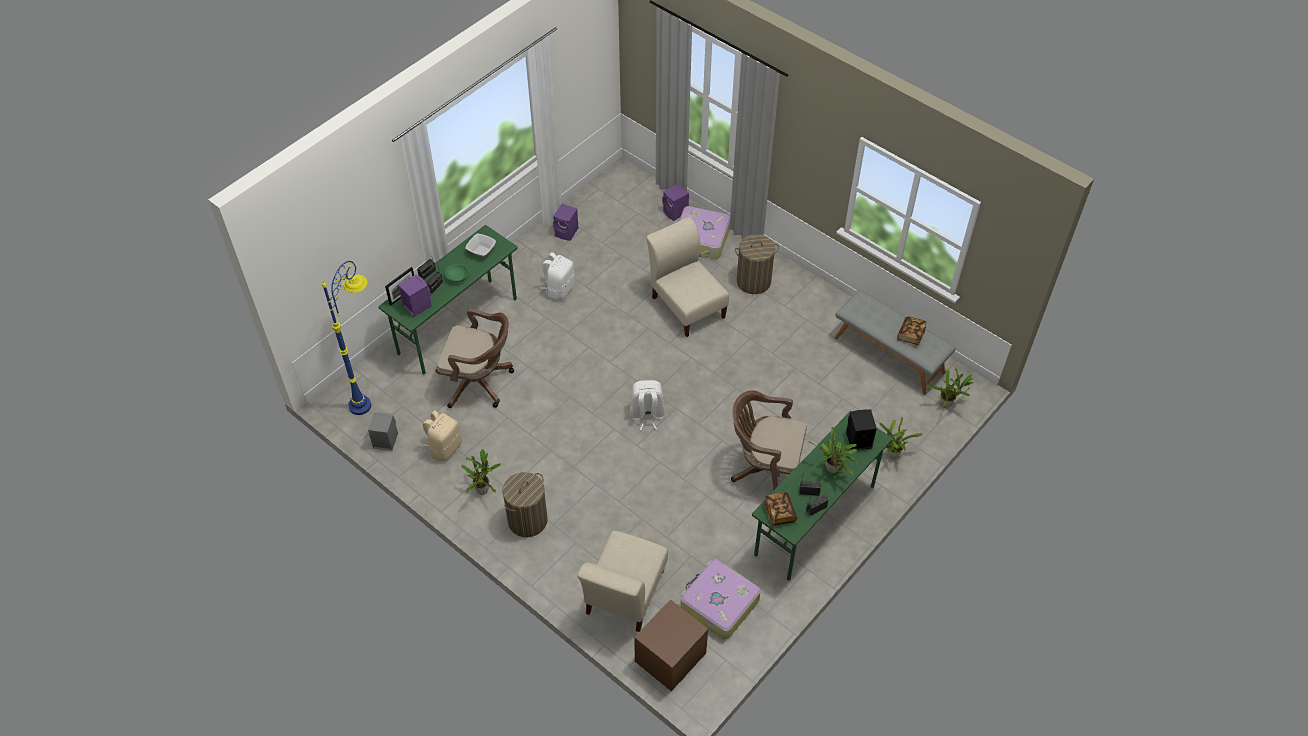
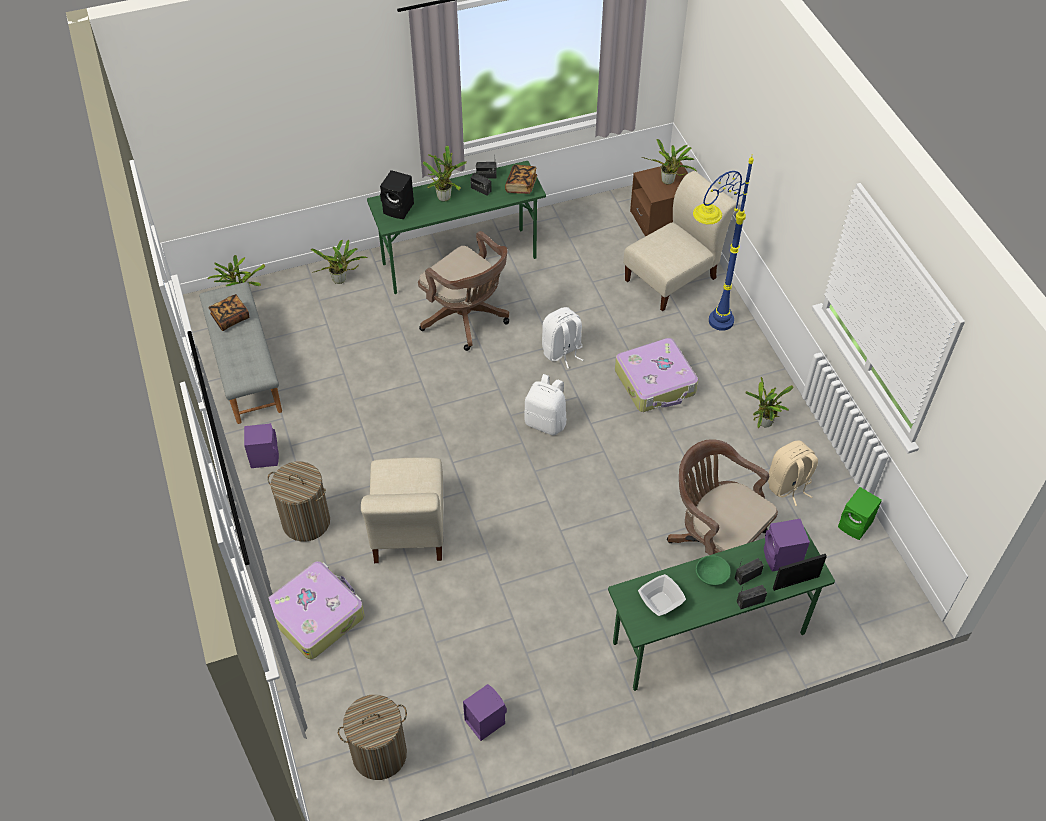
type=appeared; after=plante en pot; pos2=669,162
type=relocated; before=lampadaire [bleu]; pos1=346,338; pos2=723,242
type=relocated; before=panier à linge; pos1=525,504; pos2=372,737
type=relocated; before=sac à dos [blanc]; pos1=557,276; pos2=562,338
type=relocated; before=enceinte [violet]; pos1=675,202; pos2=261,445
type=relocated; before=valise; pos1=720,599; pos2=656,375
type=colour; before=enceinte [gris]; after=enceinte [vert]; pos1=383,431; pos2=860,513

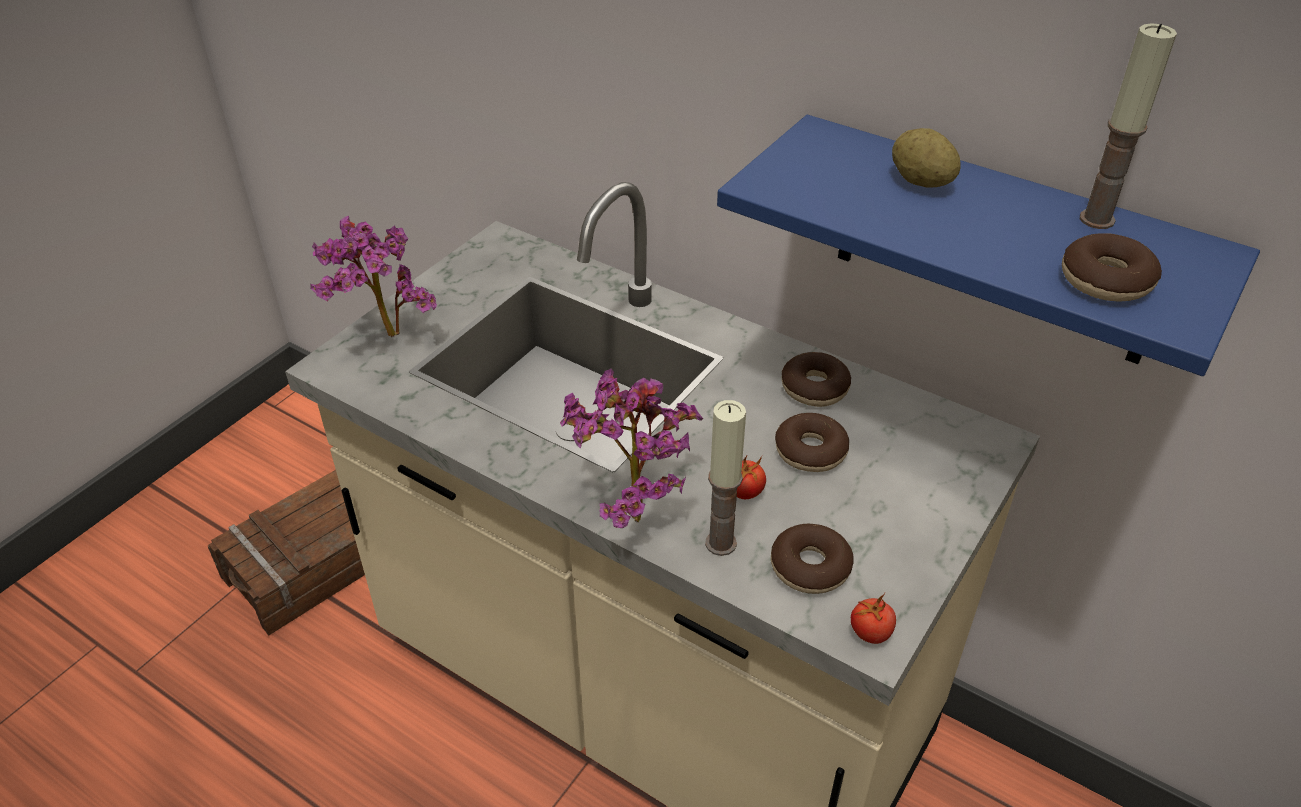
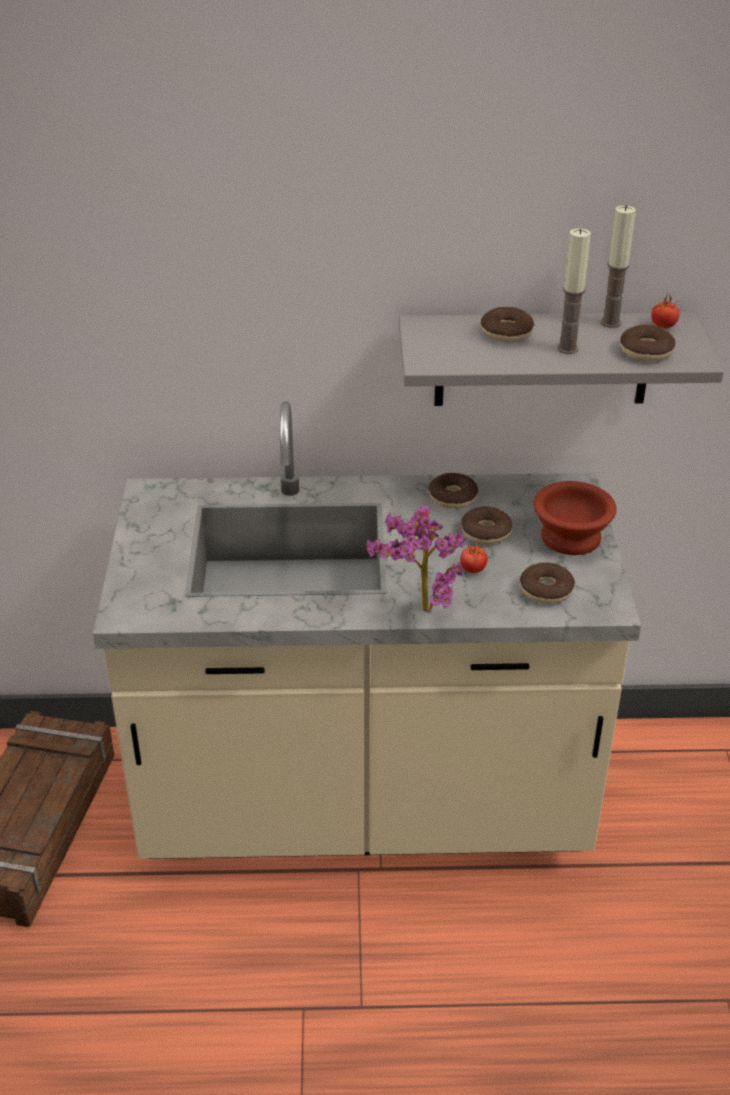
type=missing; before=plante en pot; pos1=373,276
type=appeared; after=bol [marron]; pos2=575,518
type=relocated; before=bougie; pos1=725,478; pos2=574,291
type=relocated; before=tomate; pos1=873,618; pos2=665,311
type=exchanged; before=pomme de terre; after=beignet; pos1=926,158; pos2=507,324
type=colour; before=étagère [bleu]; after=étagère [gris]; pos1=988,245; pos2=561,359

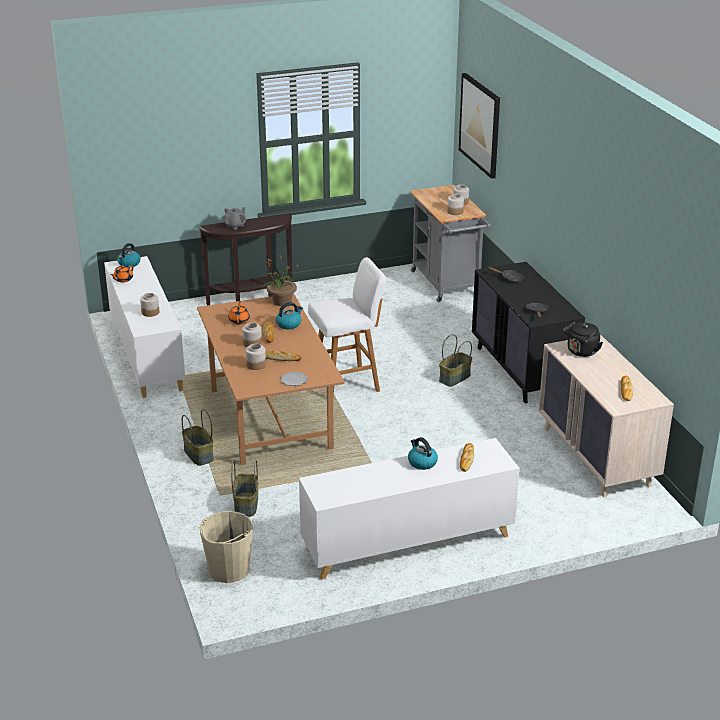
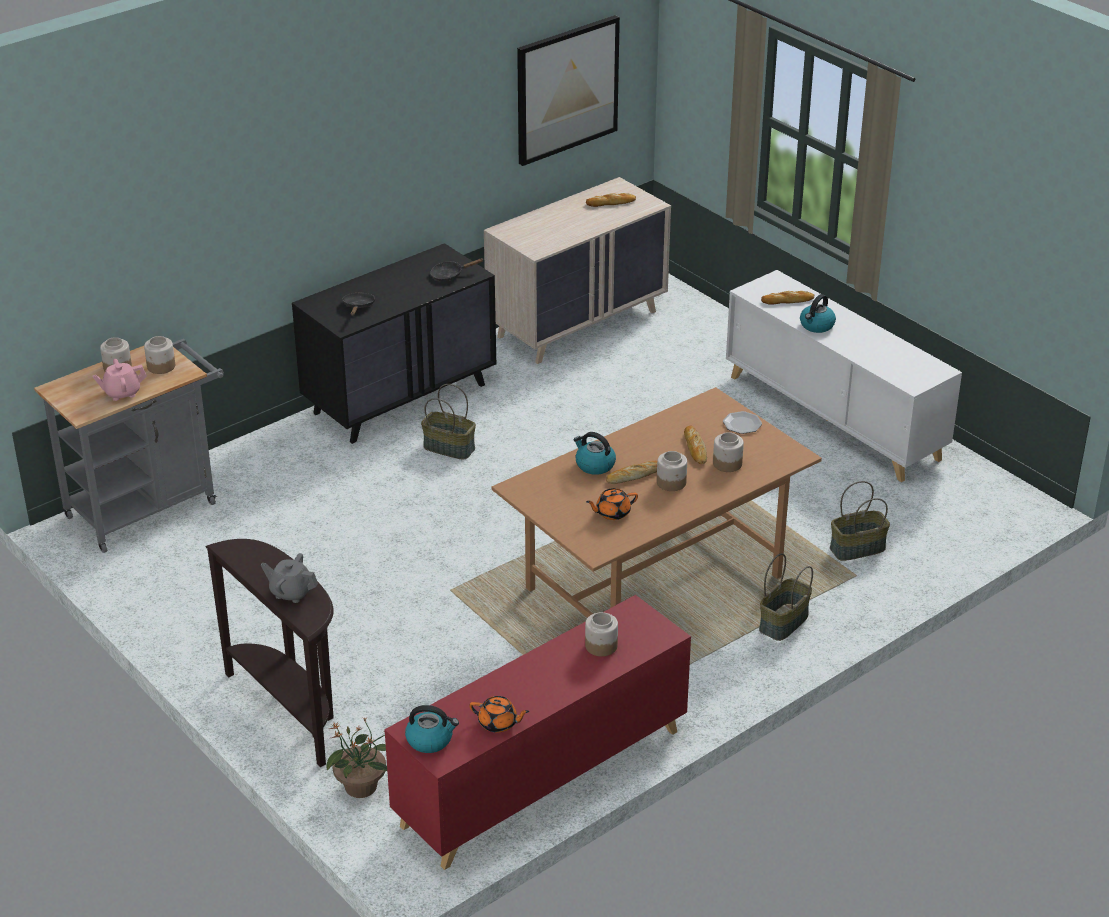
type=missing; before=seau [beige]; pos1=226,547
type=missing; before=tabouret [blanc]; pos1=347,326
type=missing; before=bouilloire [noir]; pos1=583,339
type=appeared; after=théière [rose]; pos2=120,380
type=relocated; before=plante en pot; pos1=280,281; pos2=356,758
type=relocated; before=tableau; pos1=479,126; pos2=568,90
type=colour; before=meuble de rangement [blanc]; after=meuble de rangement [rouge]; pos1=144,327; pos2=537,732

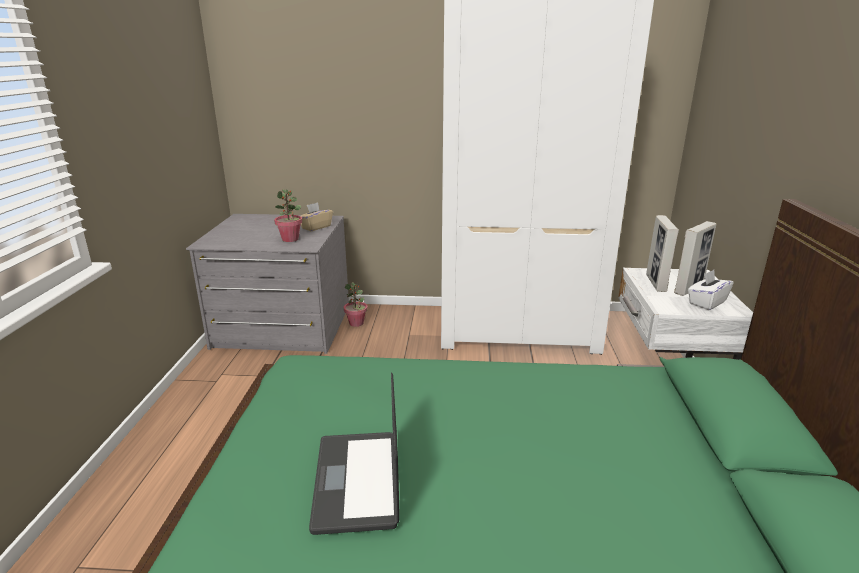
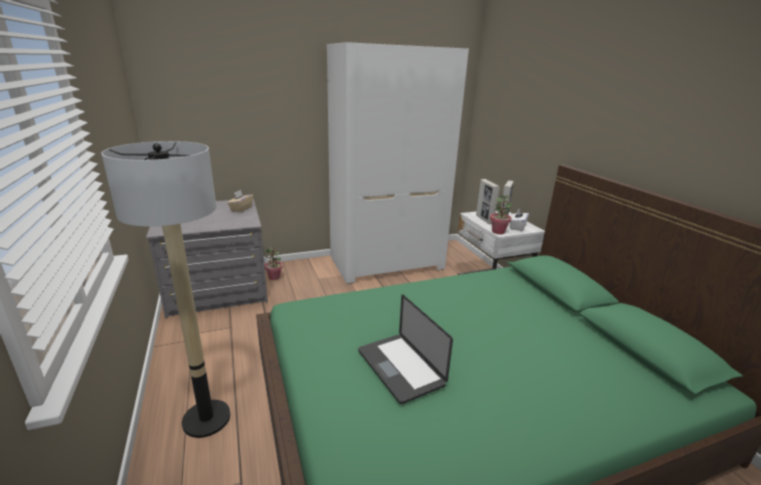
type=appeared; after=lampadaire; pos2=165,289
type=relocated; before=plante en pot; pos1=288,215; pos2=501,214

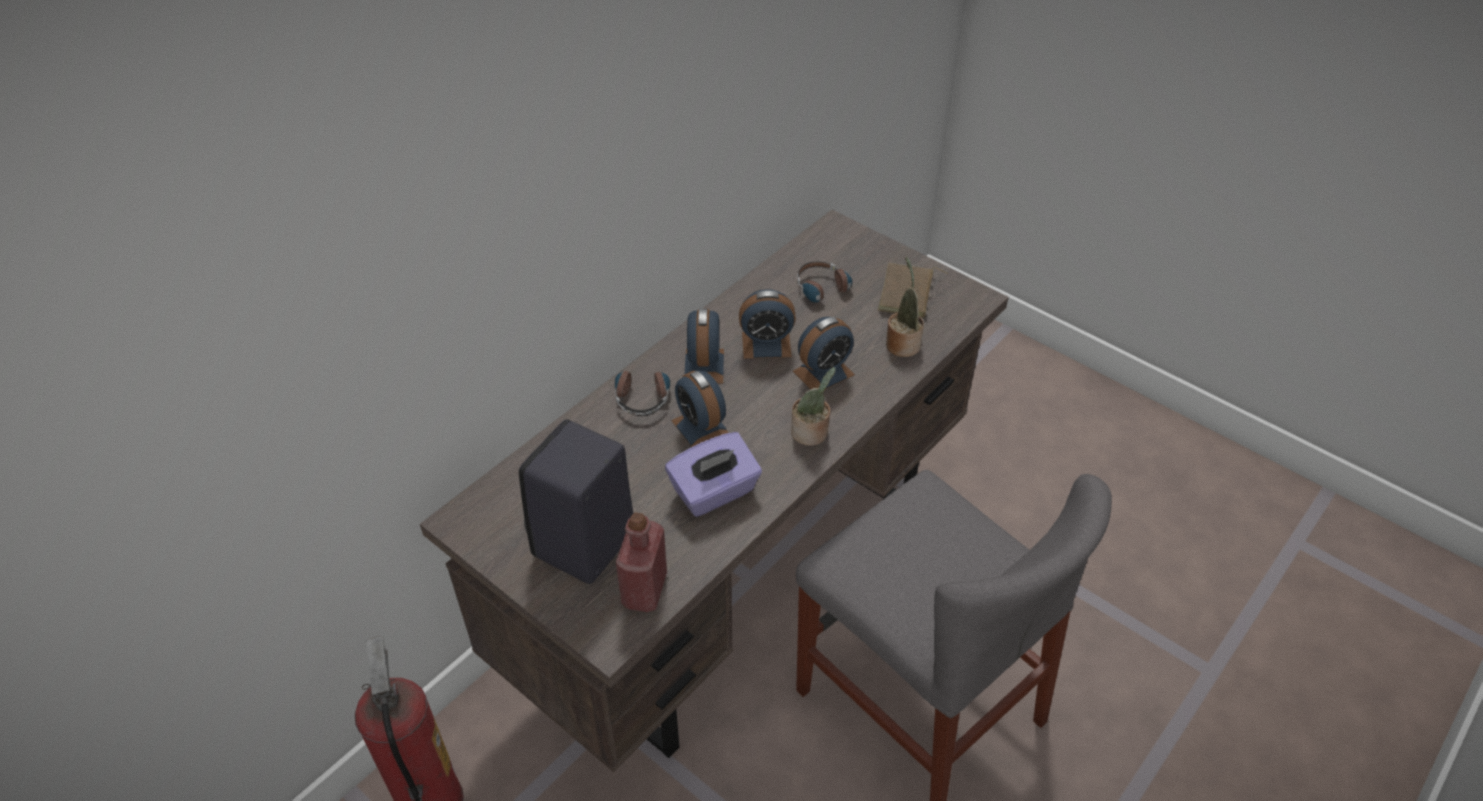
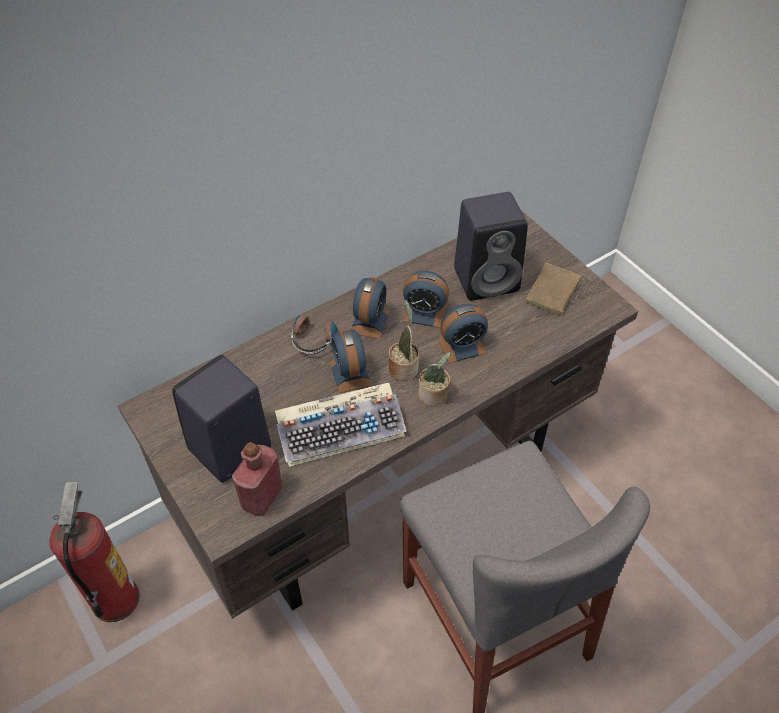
type=relocated; before=plante en pot; pos1=905,307; pos2=404,340
type=exchanged; before=boîte à mouchoirs [violet]; after=clavier; pos1=713,474; pos2=341,425
type=exchanged; before=casque audio; after=enceinte [noir]; pos1=824,287; pos2=491,246

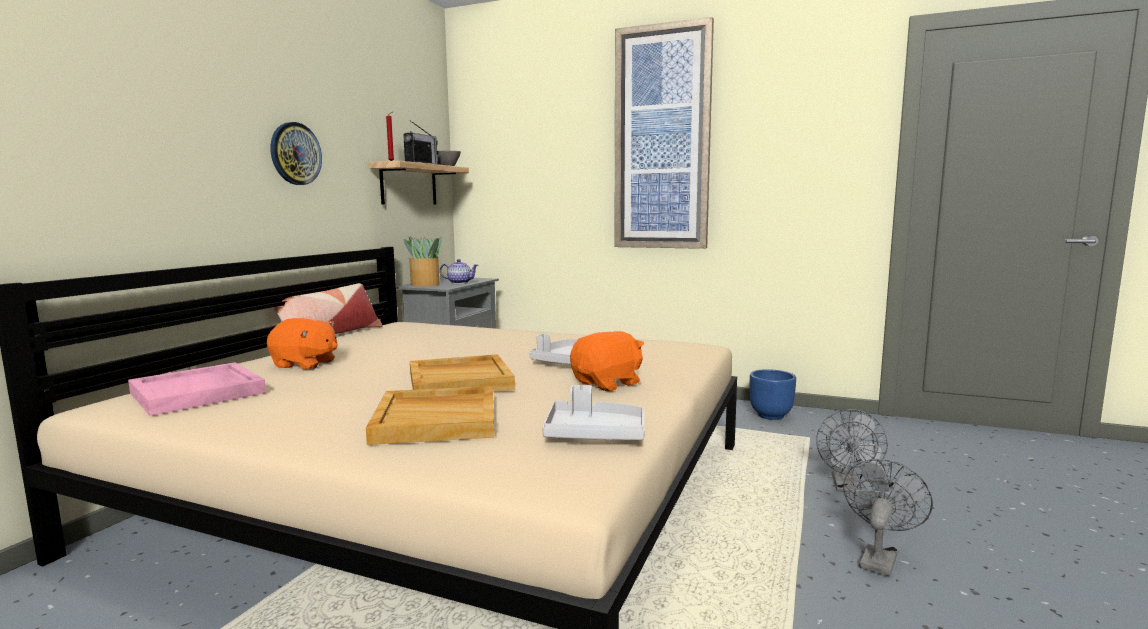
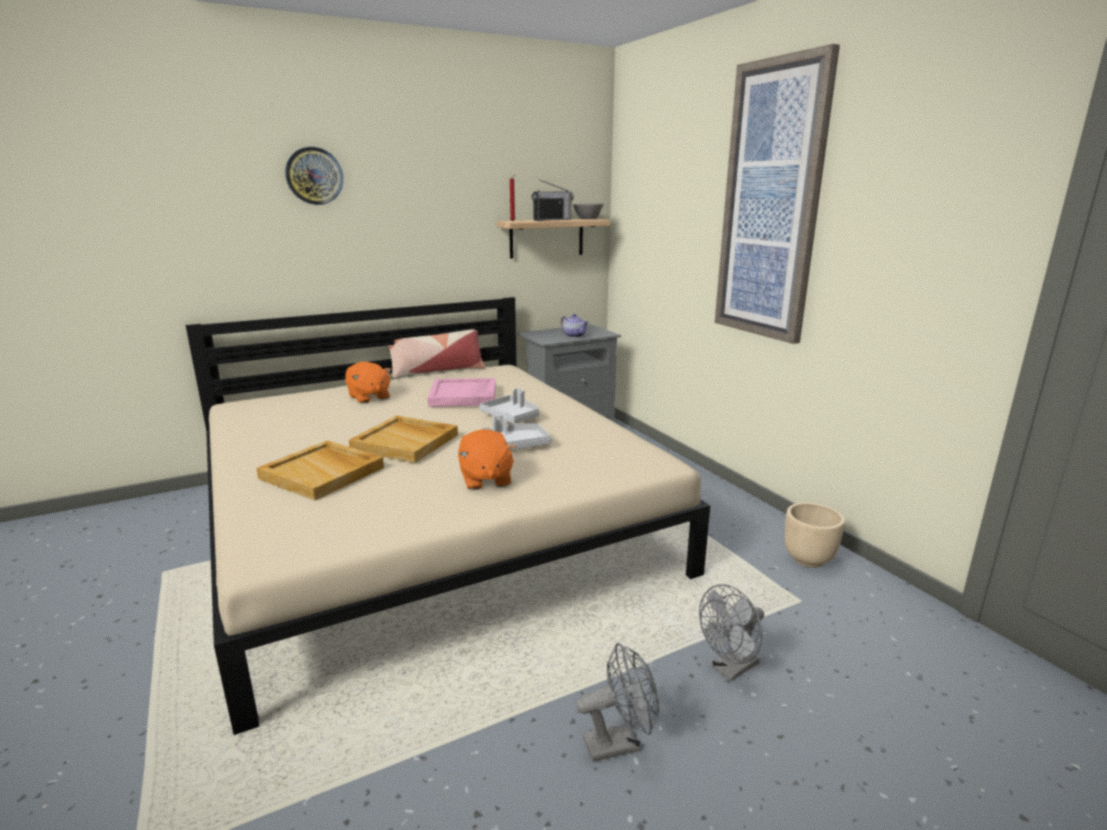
type=missing; before=plante en pot; pos1=423,261
type=relocated; before=plateau [rose]; pos1=197,389; pos2=462,392
type=relocated; before=horloge murale; pos1=296,153; pos2=314,176
type=relocated; before=plateau [gris]; pos1=593,412; pos2=509,406
type=colour; before=cache-pot [bleu]; after=cache-pot [beige]; pos1=773,394; pos2=814,535
type=spun; before=peluche [orange]; pos1=607,361; pos2=487,459; turn=75

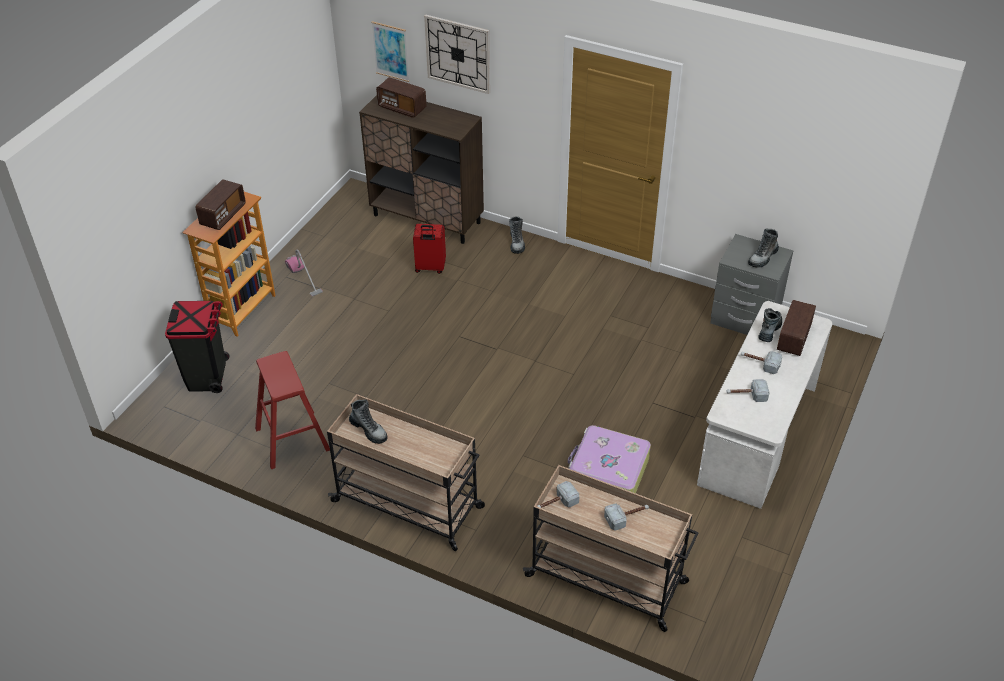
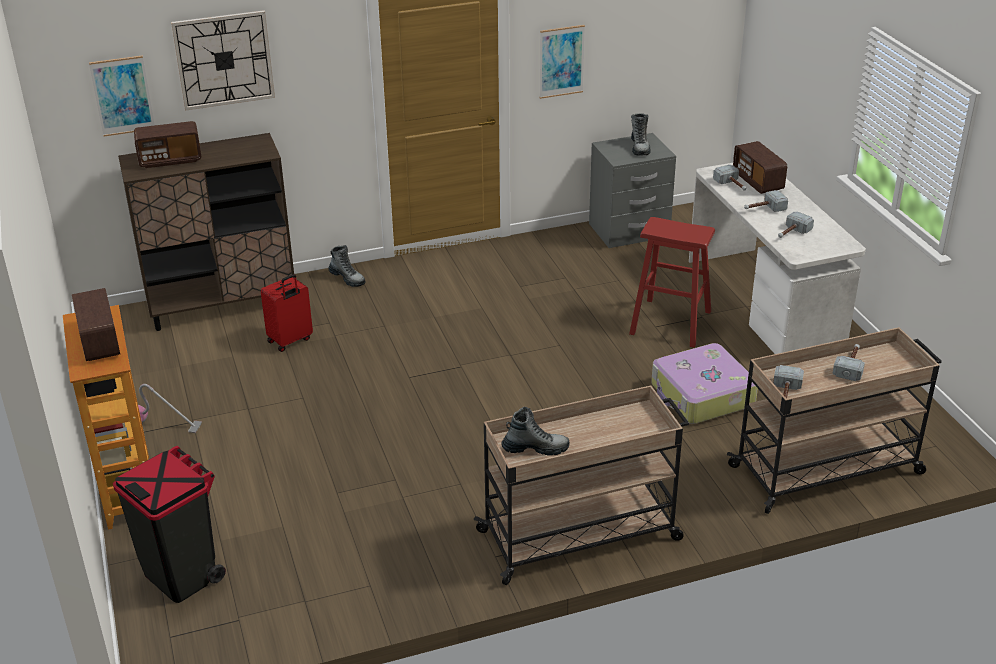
type=appeared; after=tableau; pos2=562,62
type=relocated; before=tabouret [rouge]; pos1=292,410; pos2=672,282
type=exchanged; before=botte; after=marteau; pos1=770,325; pos2=730,178

